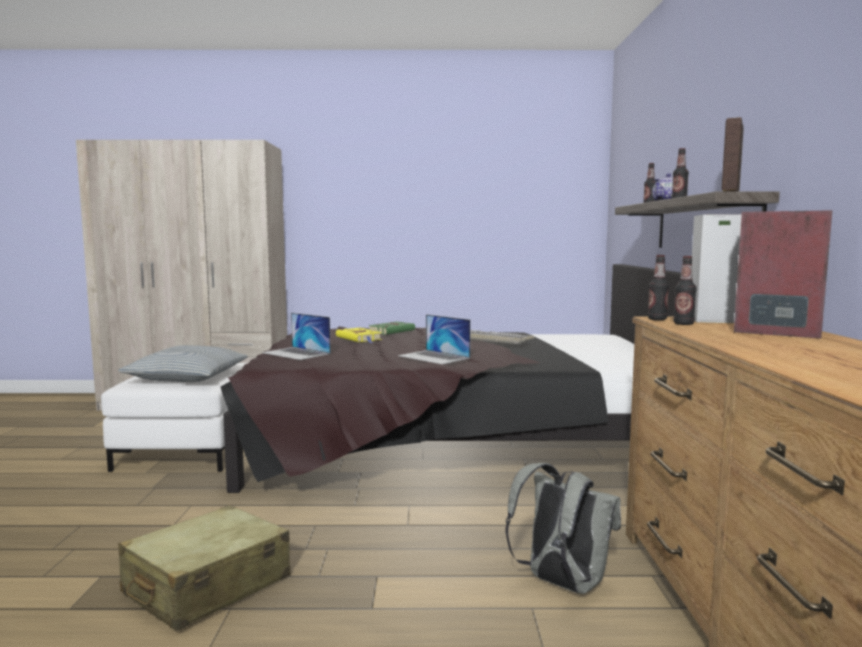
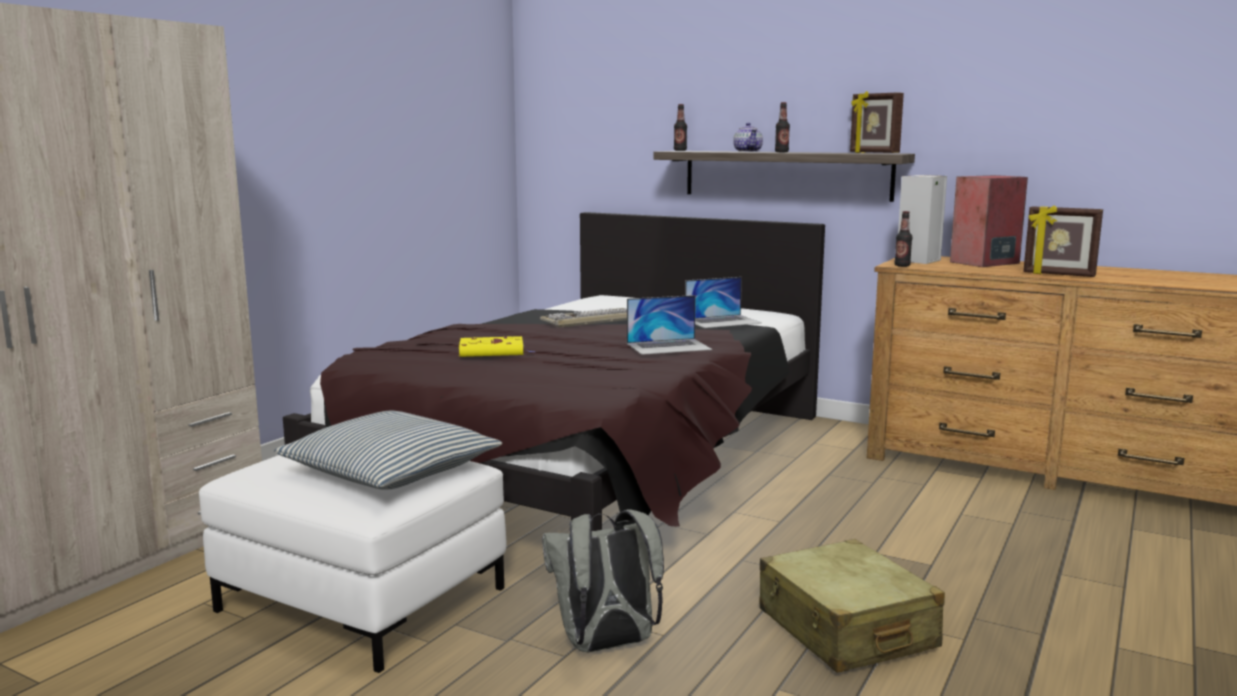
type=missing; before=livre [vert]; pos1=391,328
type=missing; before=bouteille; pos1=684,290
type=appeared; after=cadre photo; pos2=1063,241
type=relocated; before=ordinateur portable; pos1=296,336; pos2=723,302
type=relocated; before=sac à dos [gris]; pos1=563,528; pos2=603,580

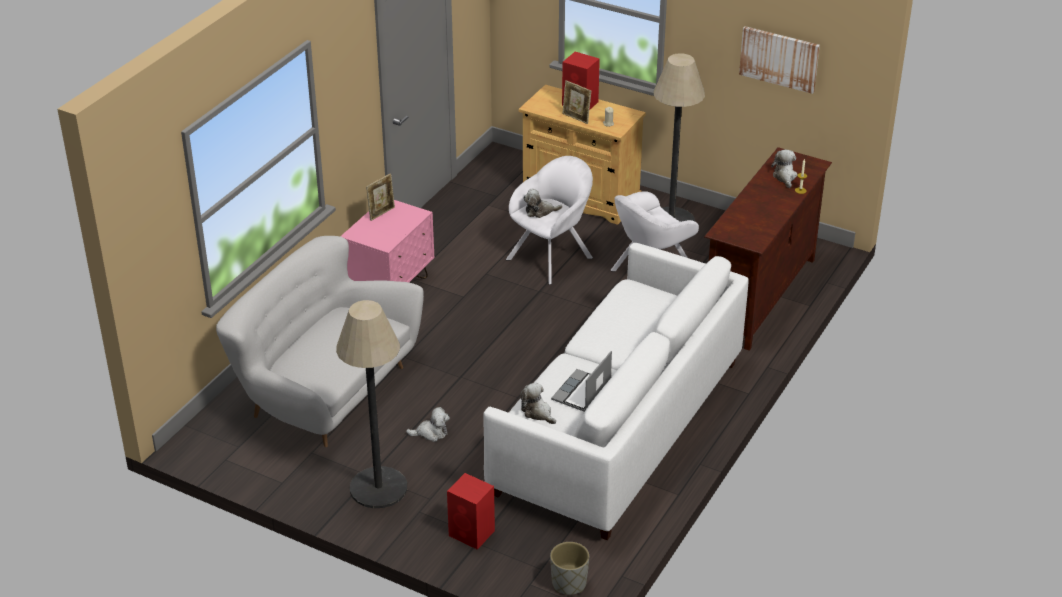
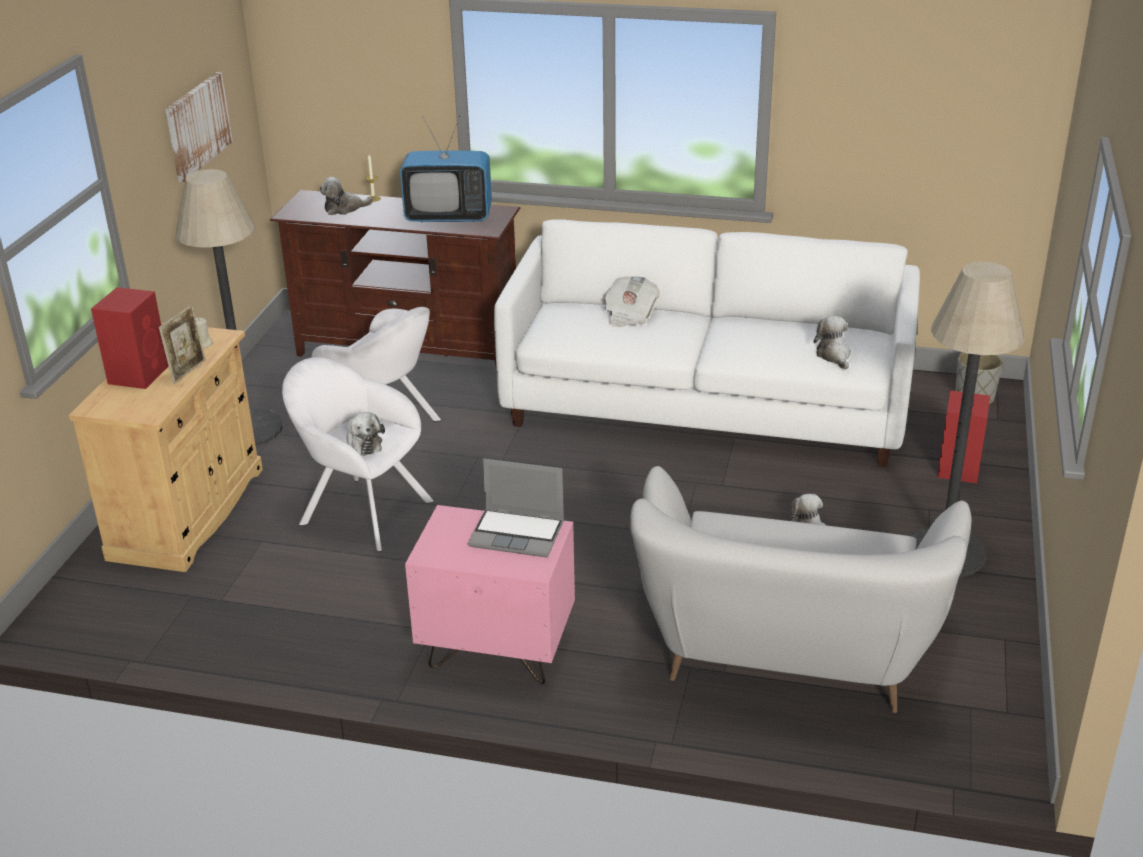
type=missing; before=cadre photo; pos1=380,197
type=appeared; after=téléviseur; pos2=446,169
type=appeared; after=journal; pos2=632,302
type=relocated; before=ordinateur portable; pos1=581,381; pos2=516,507
type=spun; before=peluche; pos1=538,403; pos2=832,342; turn=135

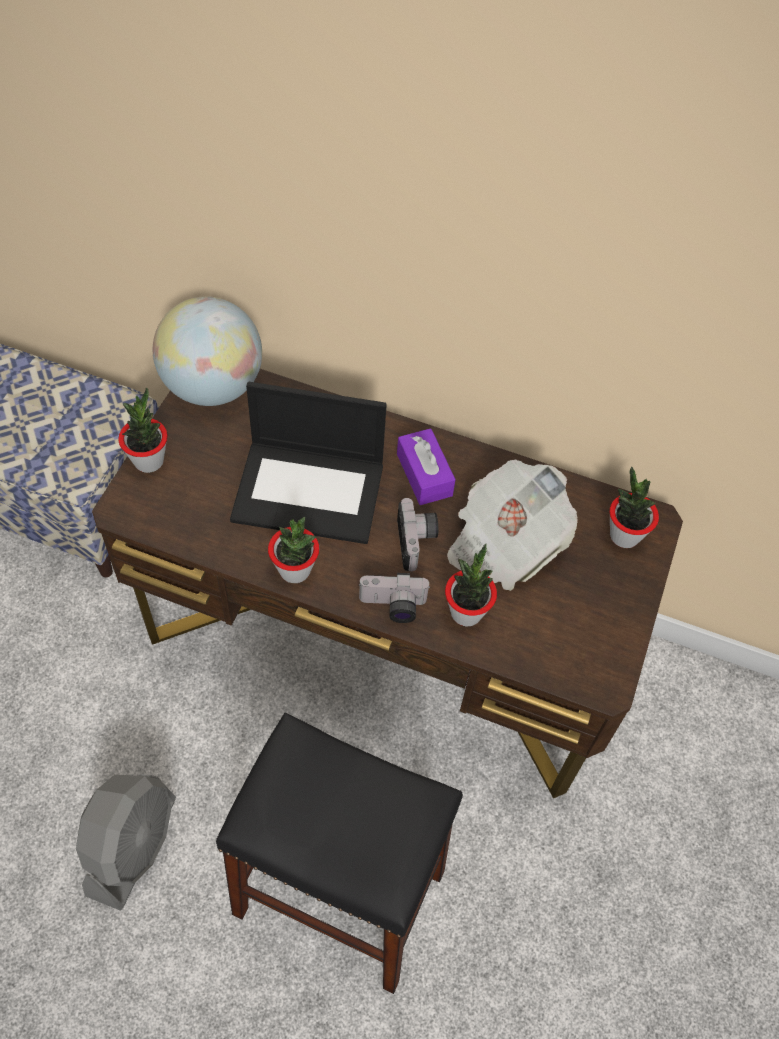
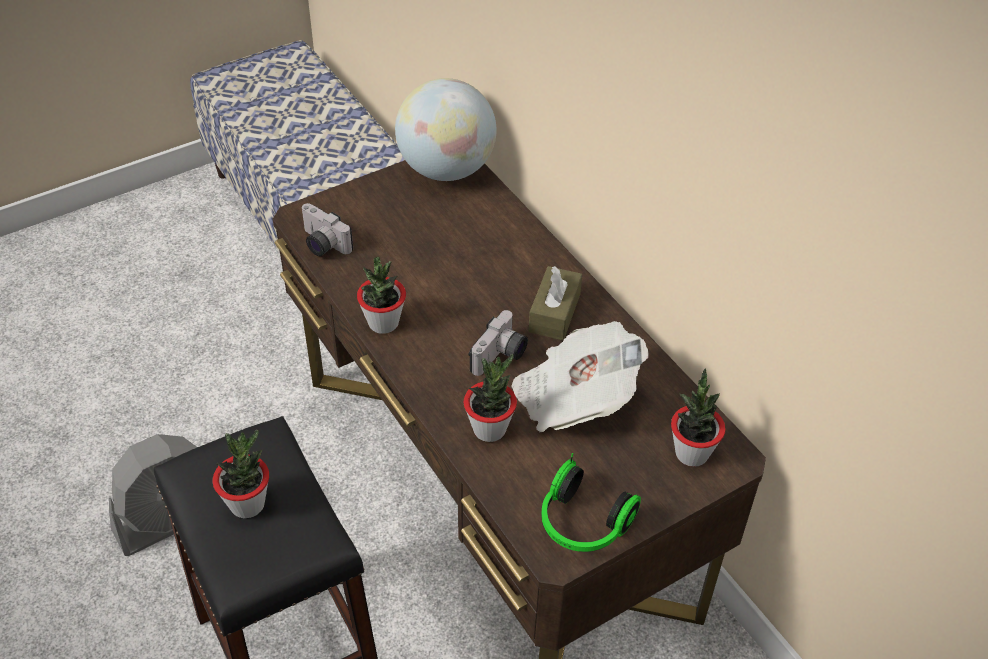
type=missing; before=ordinateur portable; pos1=308,463
type=appeared; after=casque audio; pos2=591,502
type=relocated; before=plante en pot; pos1=143,430; pos2=241,474
type=relocated; before=appareil photo; pos1=395,598; pos2=327,229
type=colour; before=boîte à mouchoirs [violet]; after=boîte à mouchoirs [marron]; pos1=426,466; pos2=555,303

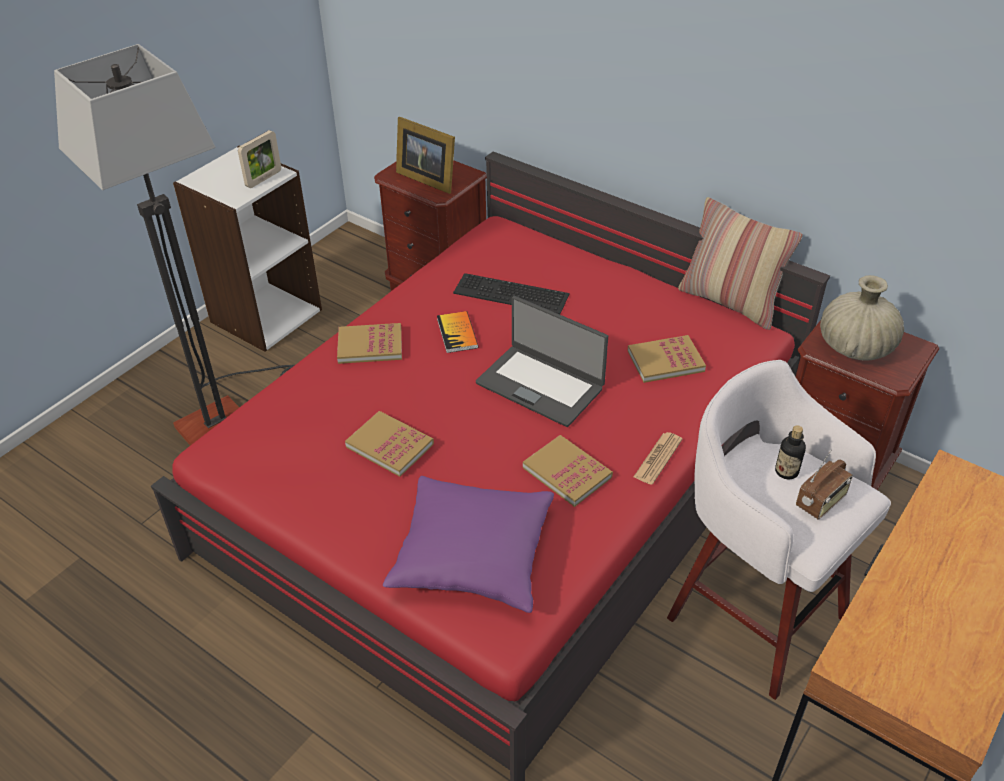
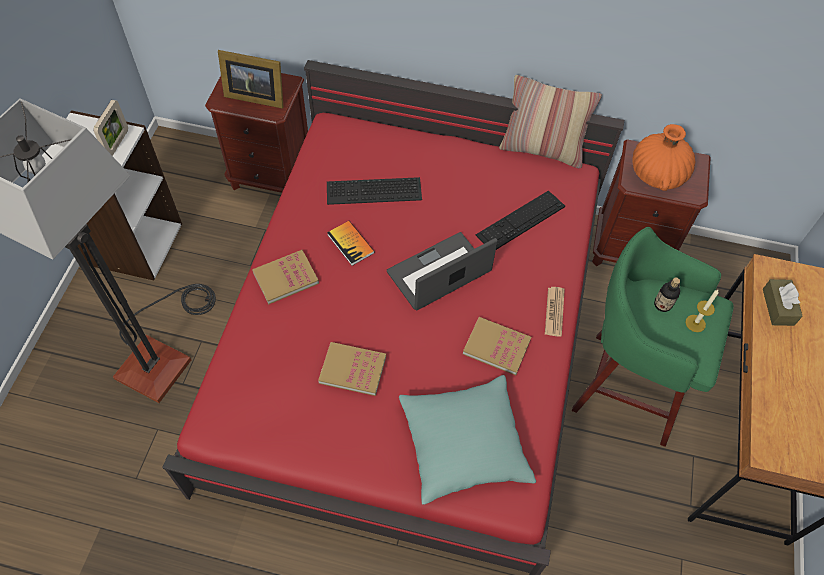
type=appeared; after=boîte à mouchoirs [marron]; pos2=783,302
type=exchanged; before=livre; after=clavier; pos1=667,359; pos2=520,220
type=exchanged; before=radio; after=bougie; pos1=824,484; pos2=702,311
type=colour; before=coussin [violet]; after=coussin [turquoise]; pos1=468,544; pos2=467,440
type=colour; before=tabouret [blanc]; after=tabouret [vert]; pos1=779,530; pos2=653,337
type=colour; before=vase [beige]; after=vase [orange]; pos1=862,317; pos2=663,157
type=spun; before=ordinateur portable; pos1=542,361; pos2=442,271; turn=135

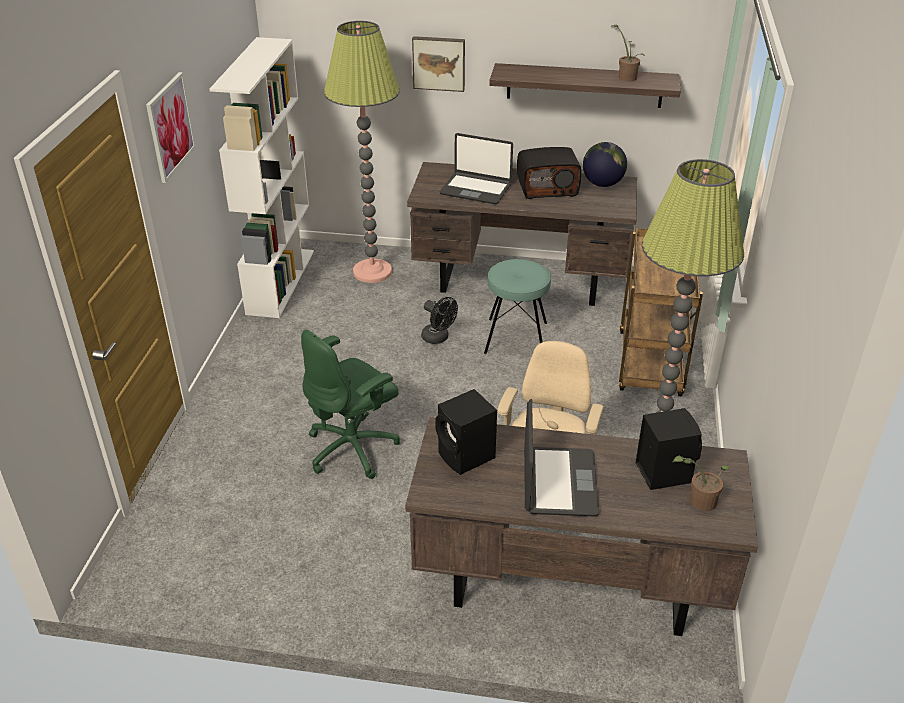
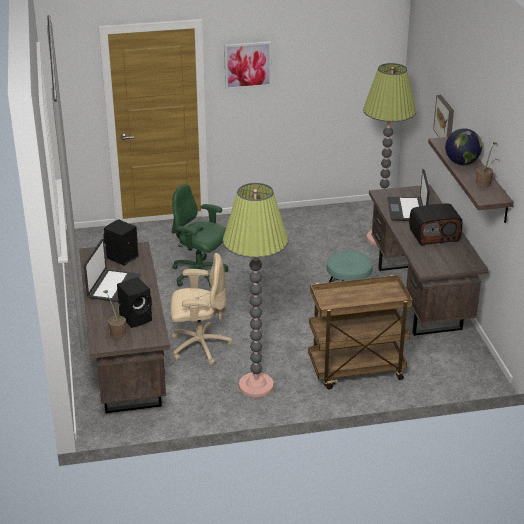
type=missing; before=bibliothèque [blanc]; pos1=262,177
type=missing; before=ventilateur [noir]; pos1=439,320
type=relocated; before=globe; pos1=605,164; pos2=463,146
type=spun; before=radio; pos1=549,173; pos2=435,225; turn=-75
type=spun; before=ordinateur portable; pos1=561,457; pos2=112,270; turn=-60

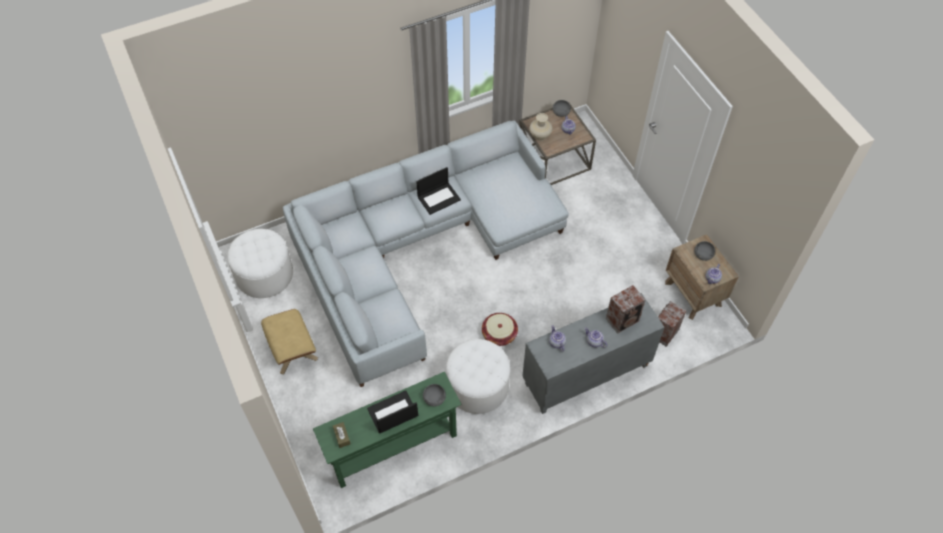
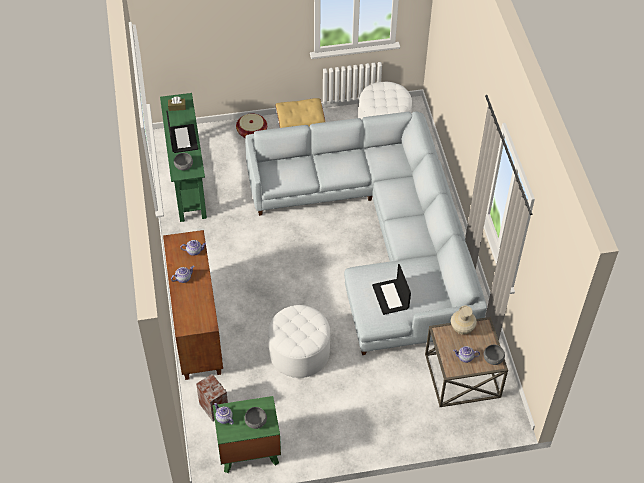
type=missing; before=enceinte; pos1=626,309
type=relocated; before=ordinateur portable; pos1=438,191; pos2=391,289
type=relocated; before=pouf [blanc]; pos1=478,376; pos2=299,341
type=relocated; before=panier; pos1=500,329; pos2=251,125
type=colour; before=meuble de rangement [gris]; after=meuble de rangement [marron]; pos1=593,353; pos2=193,305
type=colour; before=table de chevet [marron]; after=table de chevet [vert]; pos1=702,277; pos2=247,434

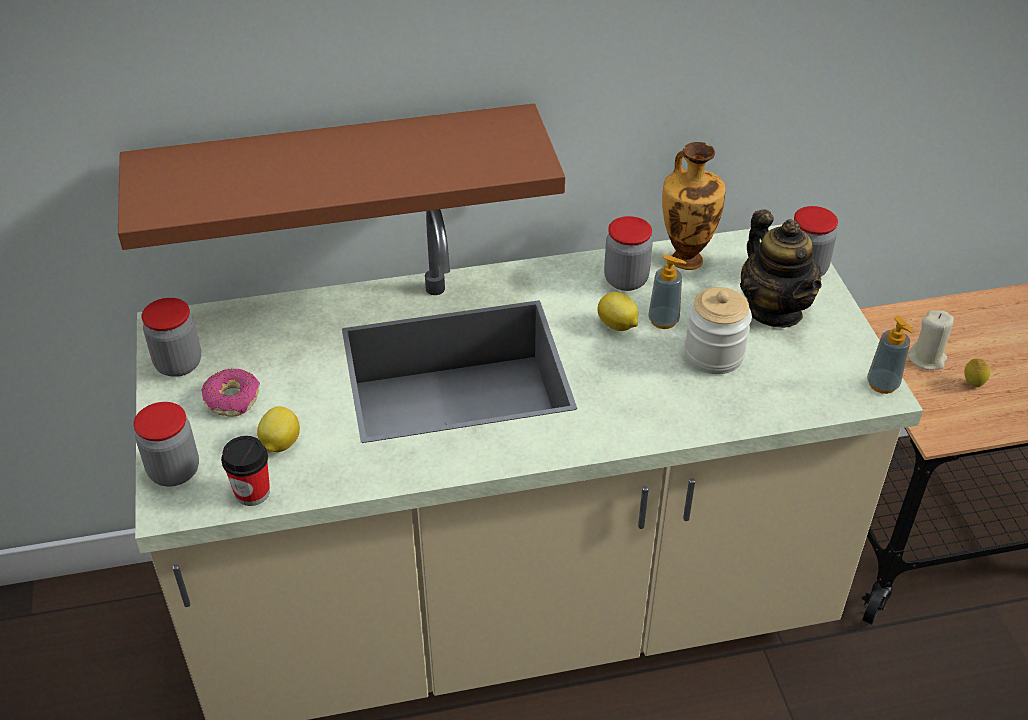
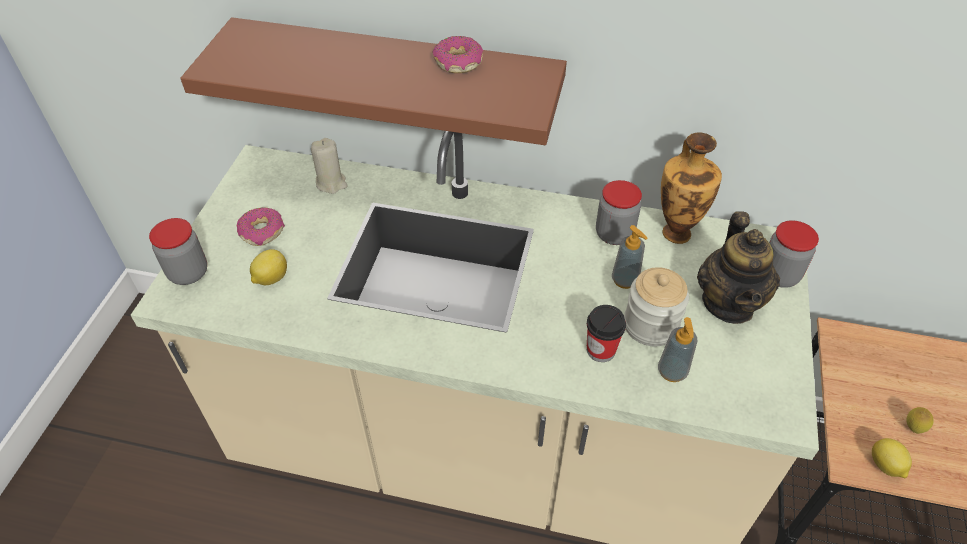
type=missing; before=bocal; pos1=171,337
type=appeared; after=beignet; pos2=458,54
type=relocated; before=tasse; pos1=245,471; pos2=606,333
type=relocated; before=citron; pos1=617,311; pos2=892,458
type=relocated; before=distributeur de savon; pos1=890,355; pos2=677,349
type=relocated; before=bougie [beige]; pos1=931,340; pos2=329,166

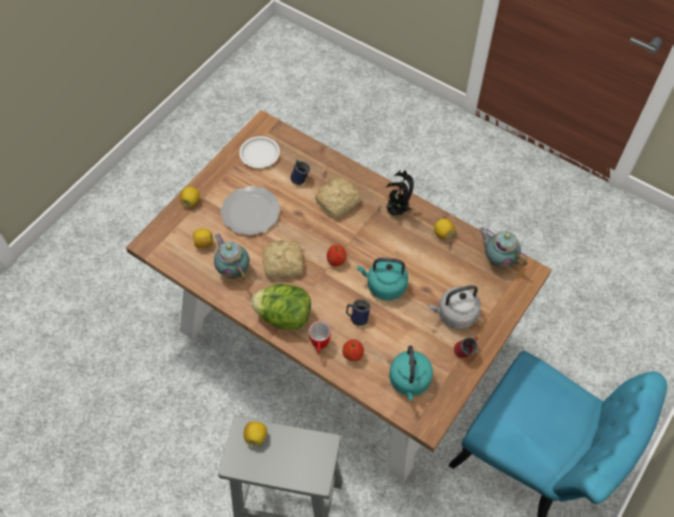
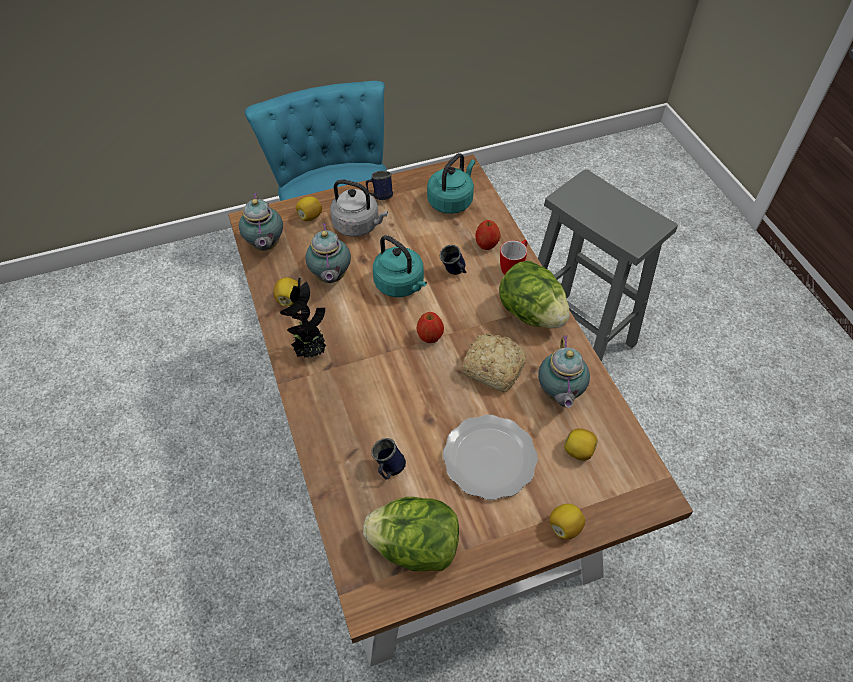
type=missing; before=pain; pos1=338,197
type=appeared; after=théière; pos2=328,253
type=relocated; before=citron; pos1=255,433; pos2=309,208
type=exchanged; before=assiette [blanc]; after=laitue; pos1=259,152; pos2=411,534
type=colour; before=mug [rouge]; after=mug [bleu]; pos1=466,347; pos2=379,185

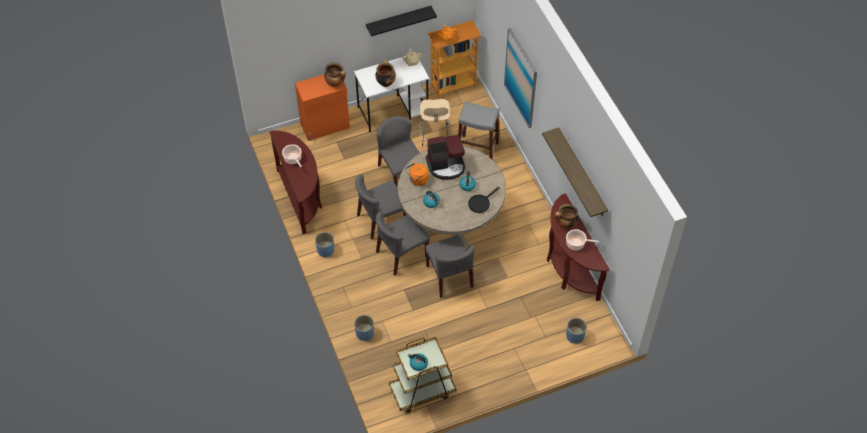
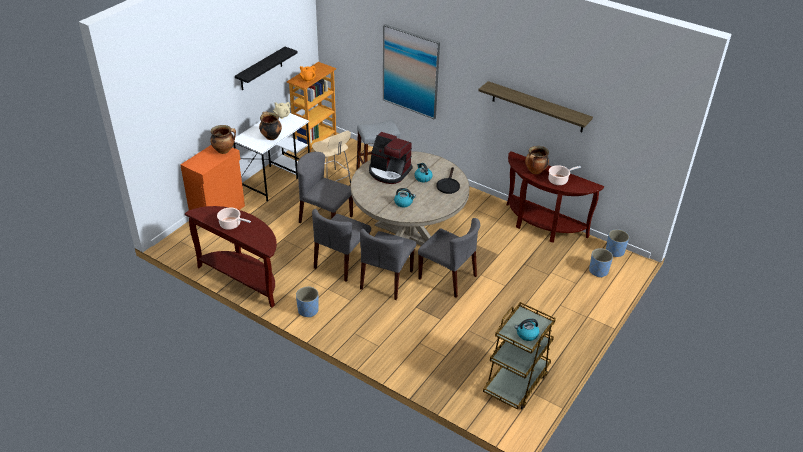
type=missing; before=bouilloire [orange]; pos1=417,174
type=relocated; before=cache-pot [bleu]; pos1=364,328; pos2=617,243
type=spun; before=machine à café; pos1=445,157; pos2=391,158; turn=75

